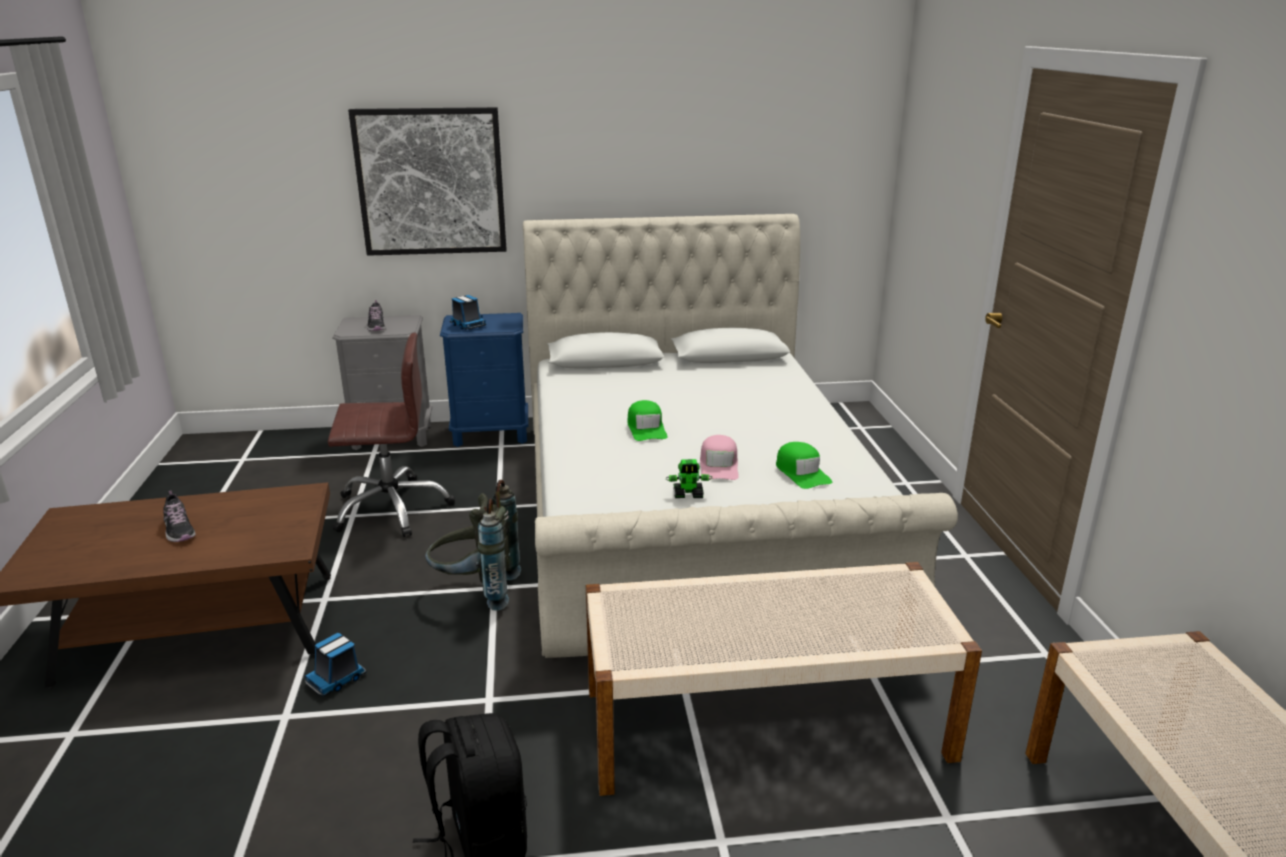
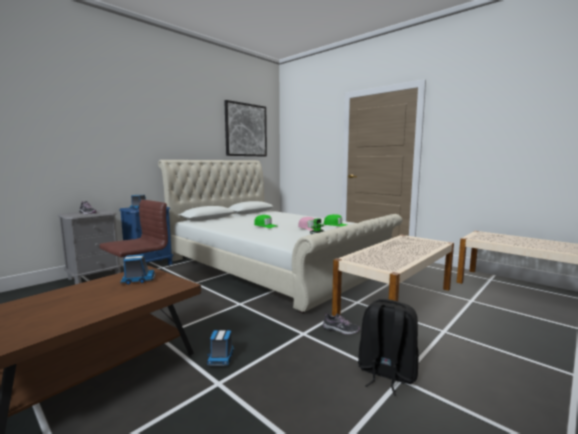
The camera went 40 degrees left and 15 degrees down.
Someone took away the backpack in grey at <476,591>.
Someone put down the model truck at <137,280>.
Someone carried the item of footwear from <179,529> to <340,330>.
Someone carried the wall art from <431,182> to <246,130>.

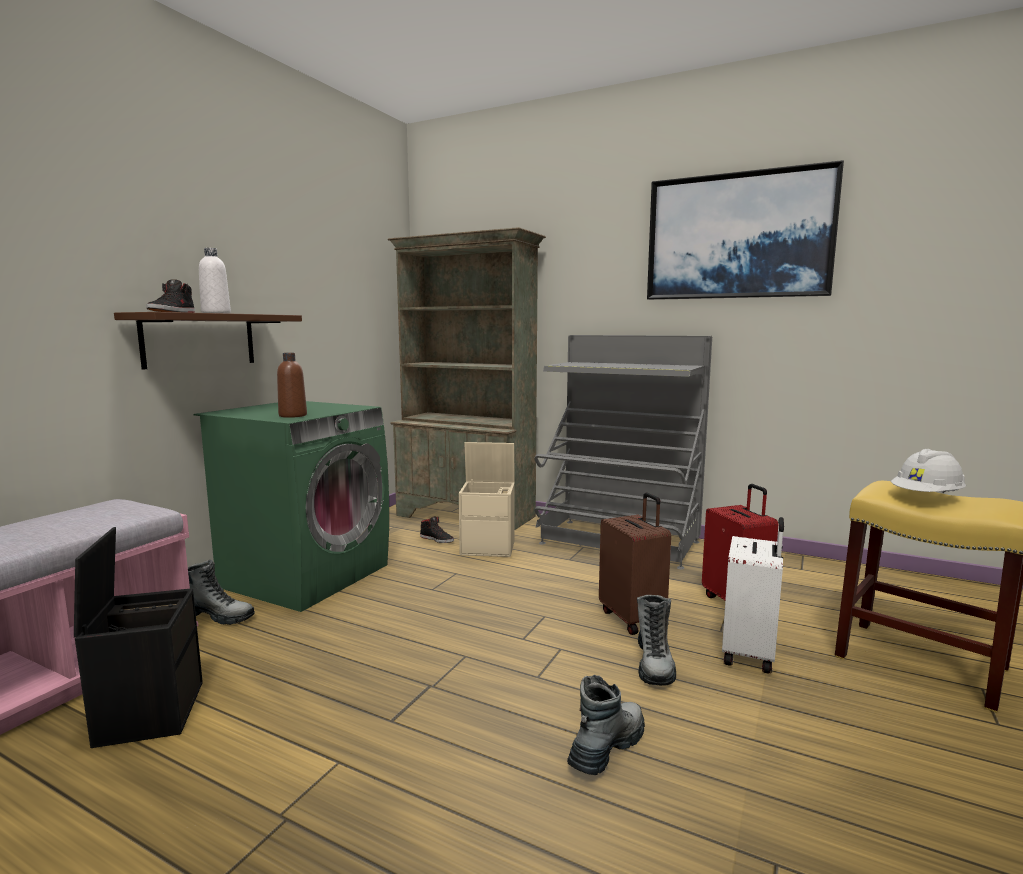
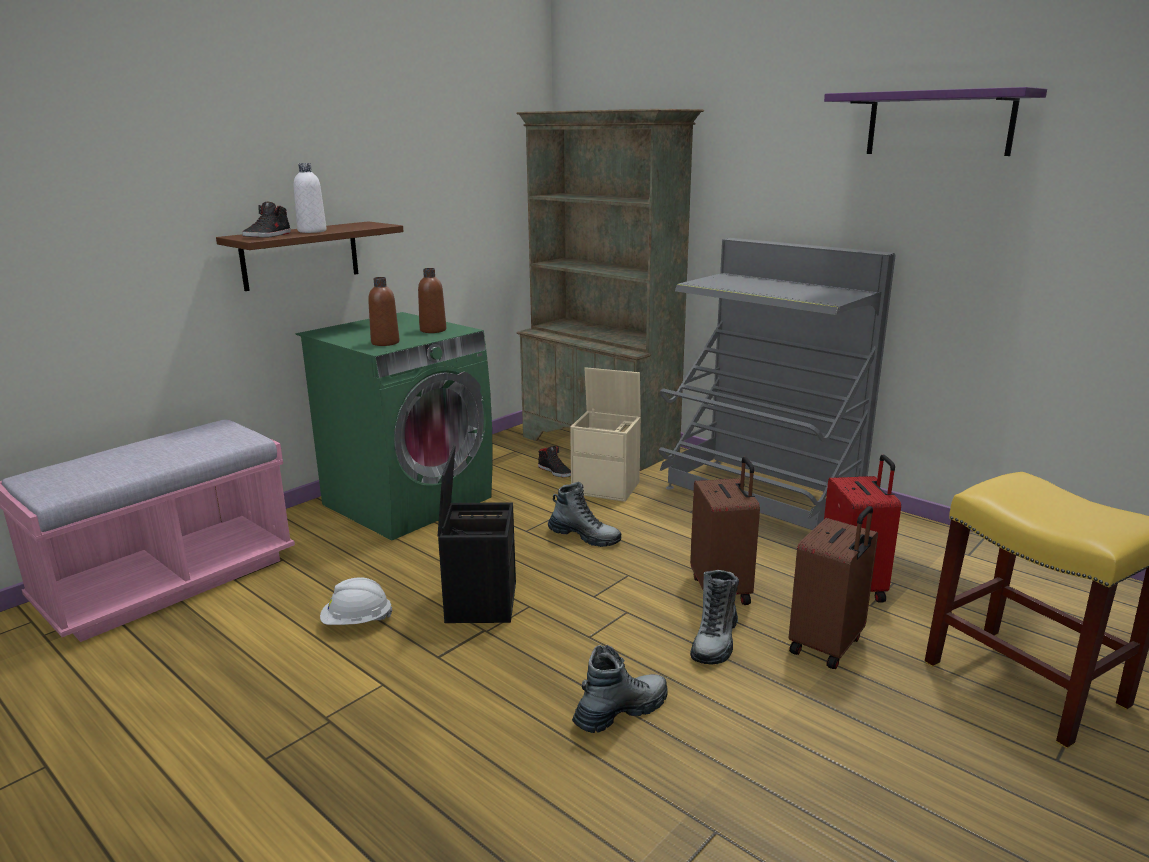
The camera went 15 degrees right and 10 degrees up.
Someone put down the drink bottle in brown-coloured at <433,330>.
Someone carried the storage bin in black from <149,711> to <480,601>.
Someone carried the boot from <217,616> to <584,537>.
Someone carried the hard hat in whitish from <926,497> to <357,622>.
Someone swapped the wall art at <738,237> for the wall shelf in purple-coloured at <939,123>.
Someone repainted the suitcase in whitish at <750,654>, which became the suitcase in brown-coloured at <828,646>.

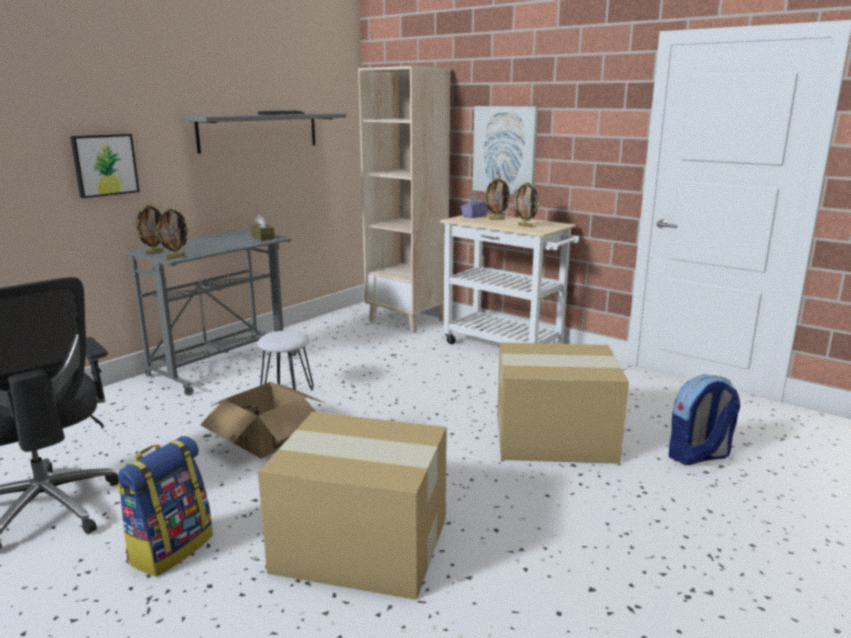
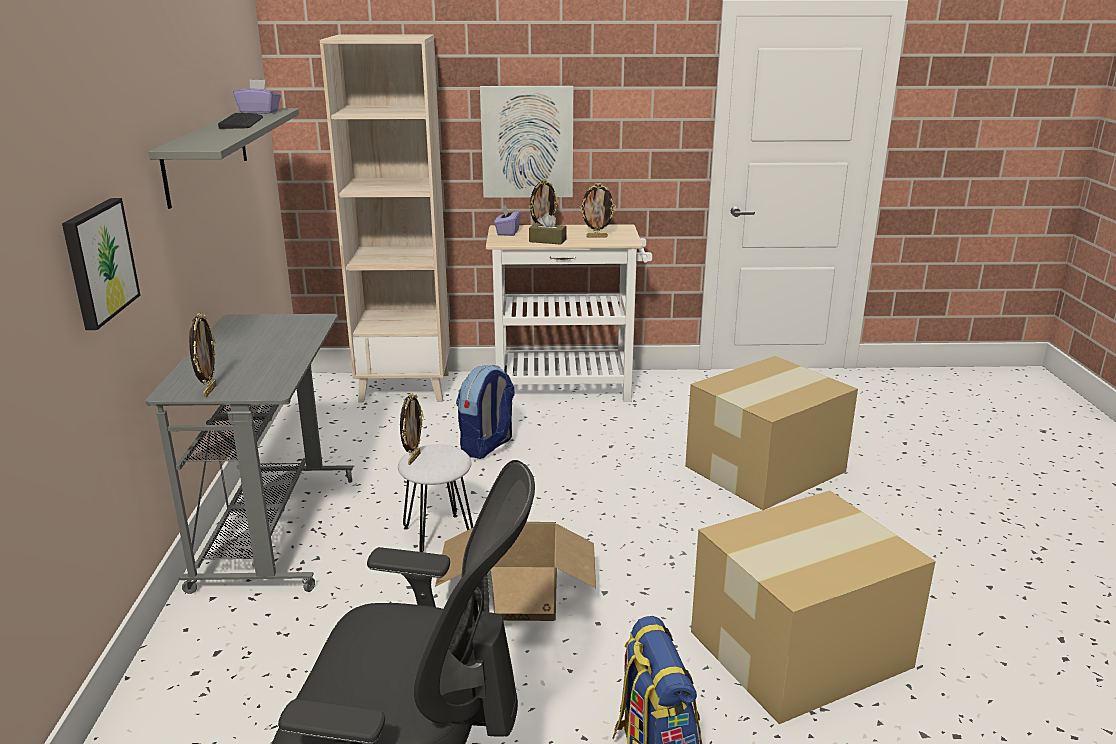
The camera went 40 degrees left and 5 degrees up.
Someone put down the box of tissues in purple-coloured at <259,112>.
Someone carried the photo frame from <175,257> to <413,458>.
Someone carried the box of tissues in brown-coloured from <262,237> to <547,241>.
Someone carried the backpack from <698,456> to <487,447>.

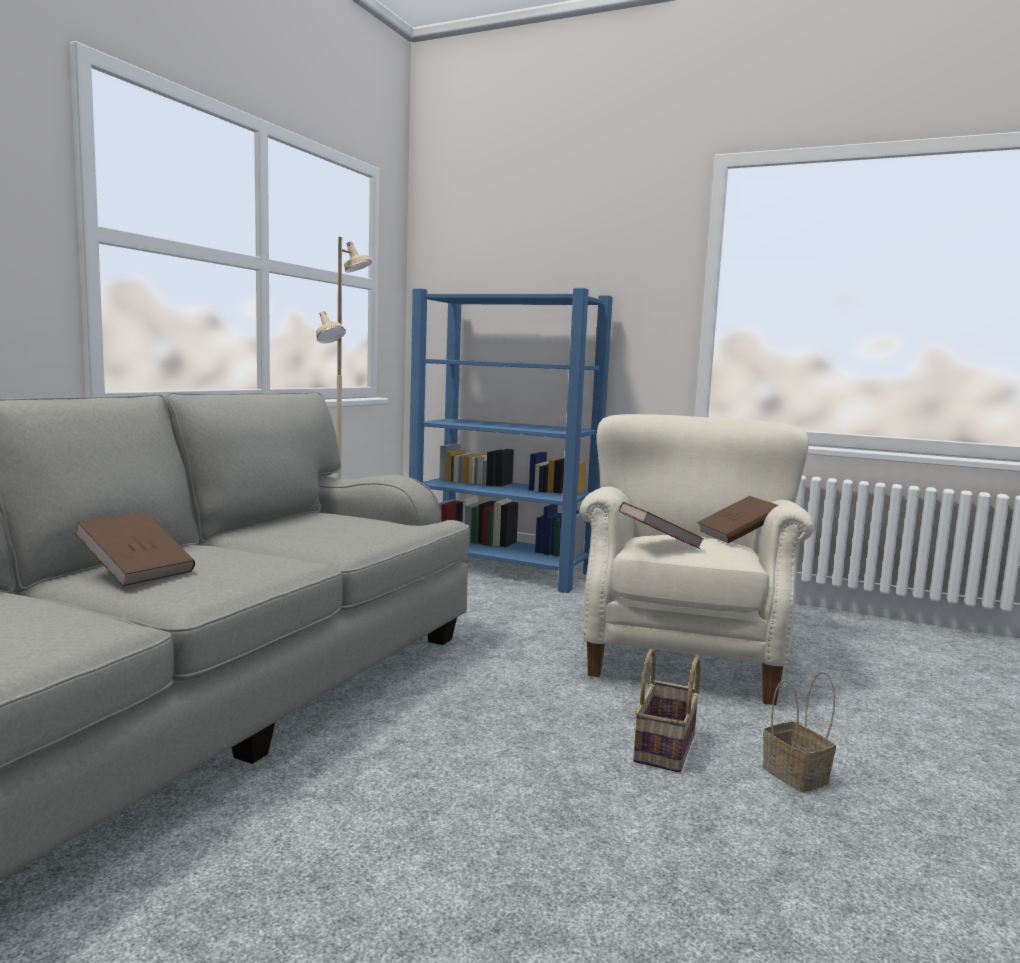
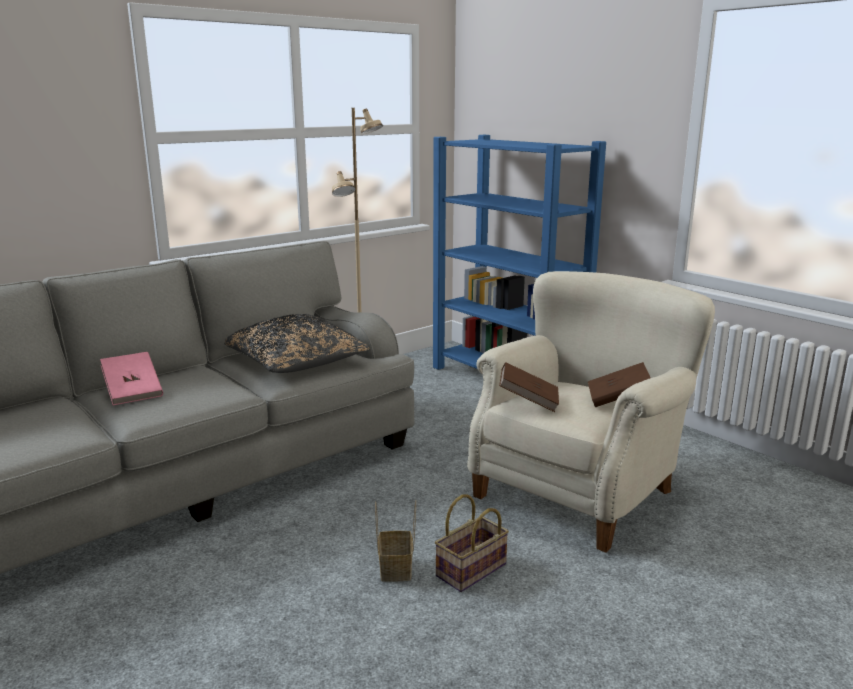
The camera went 25 degrees right and 10 degrees up.
Someone put down the throw pillow in grey at <296,361>.
Someone carried the household basket from <797,775> to <396,569>.
Someone repainted the book in brown-coloured at <137,571>, which became the book in pinkish at <133,392>.

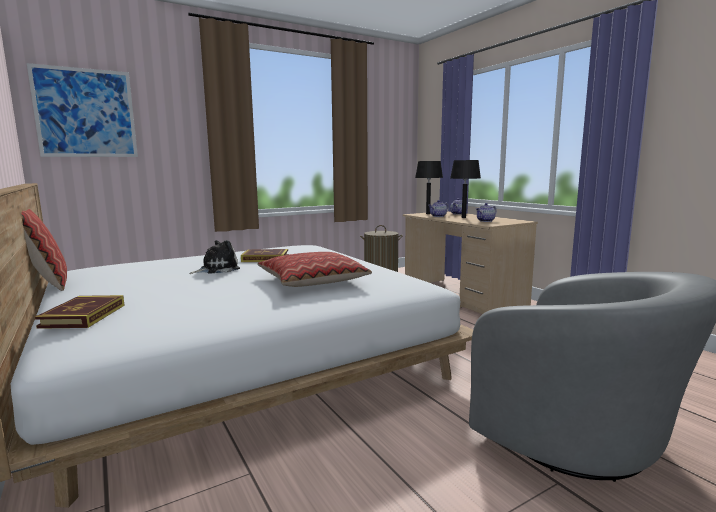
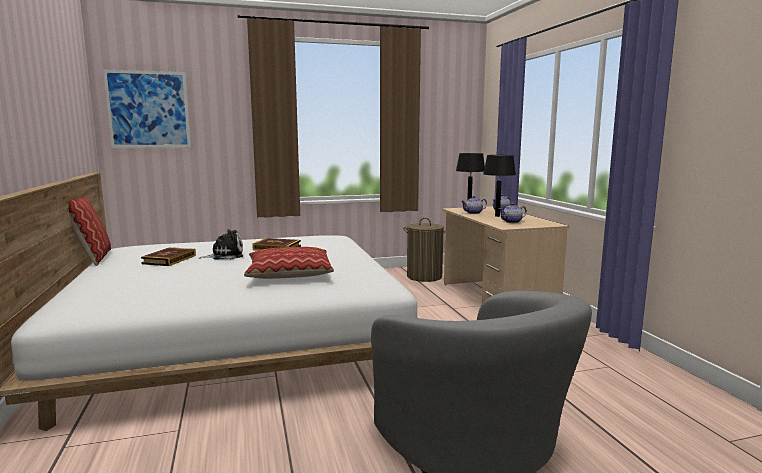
The camera went 15 degrees right and 0 degrees up.
Someone carried the book from <83,316> to <169,259>.

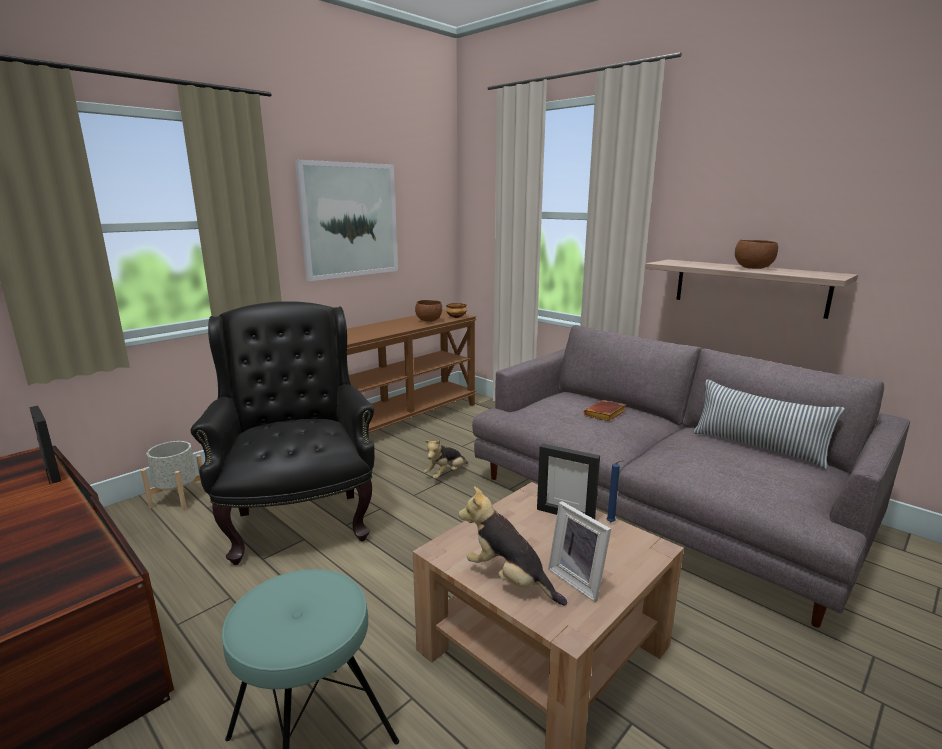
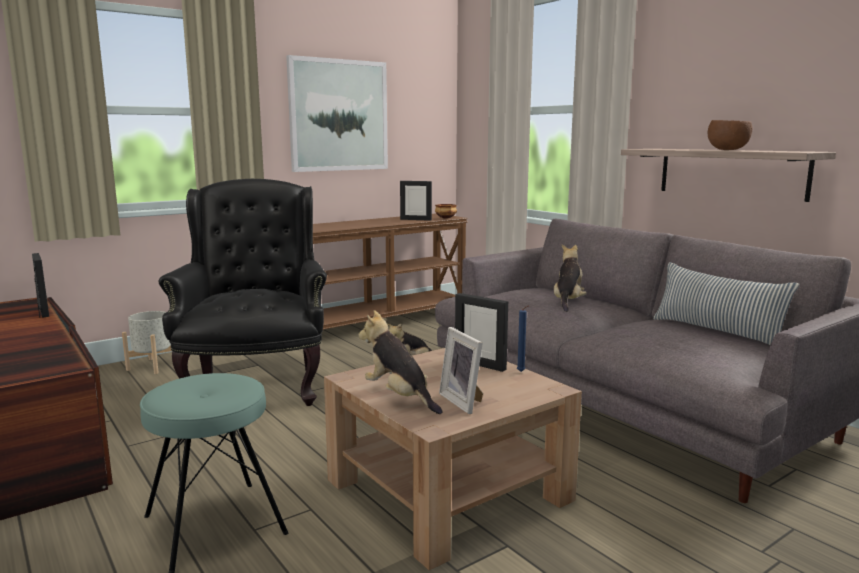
The camera went 10 degrees right and 5 degrees down.
Someone swapped the serving bowl in brown-coloured at <429,321> for the photo frame at <416,219>.
Someone swapped the book in brown-coloured at <605,415> for the plush toy at <568,302>.

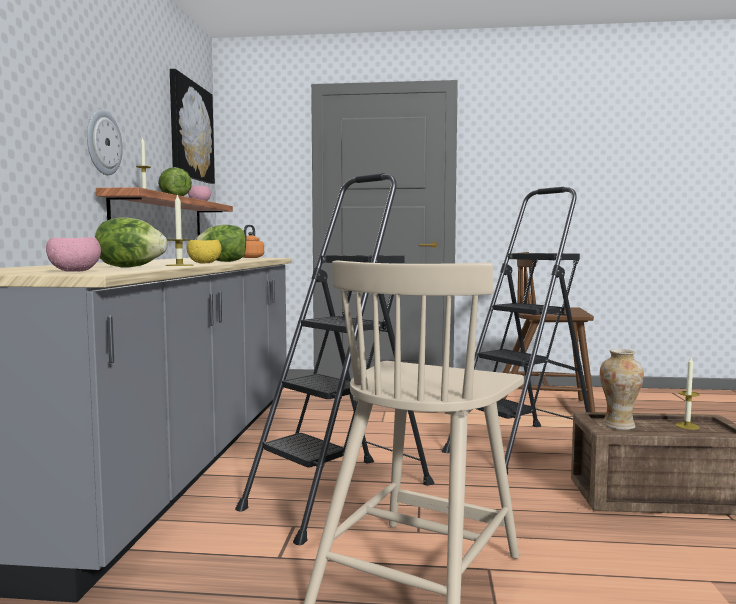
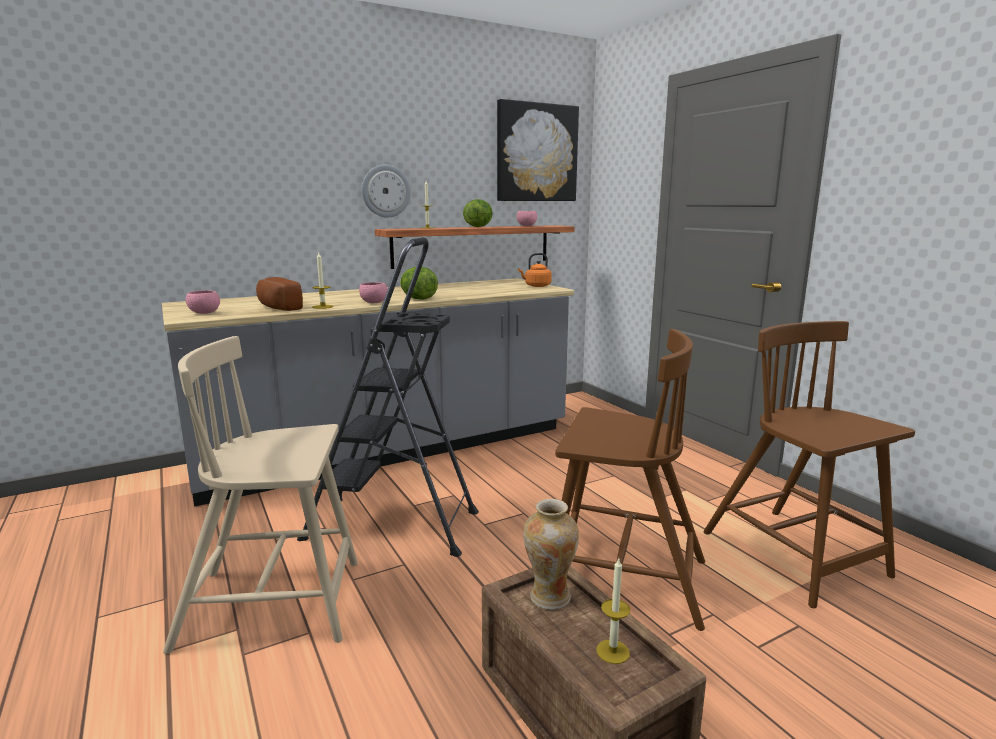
The camera went 55 degrees right and 10 degrees up.
Someone swapped the head of lettuce at <130,267> for the bread at <277,307>.
Someone swapped the stepladder at <523,447> for the chair in brown-coloured at <623,578>.
Someone repainted the serving bowl in yellow-coloured at <204,263>, which became the serving bowl in pinkish at <374,302>.

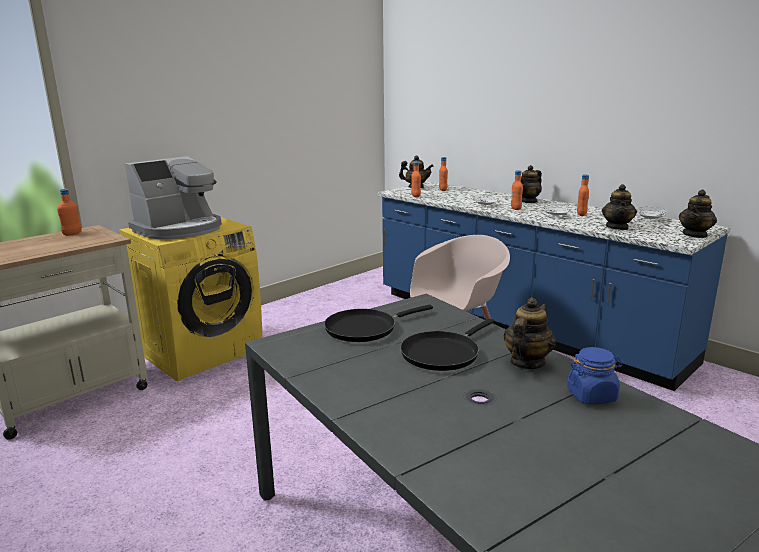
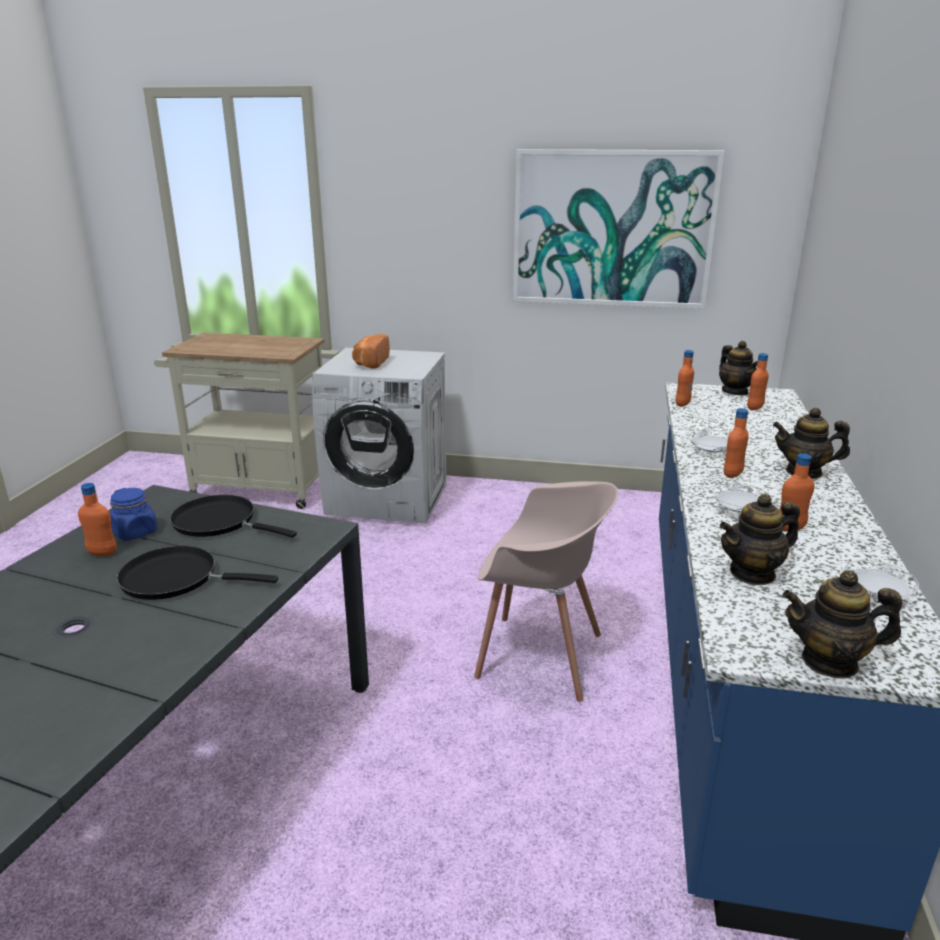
The camera went 55 degrees right and 5 degrees up.
Someone took away the teapot at <526,362>.
Someone put up the wall art at <612,229>.
Someone carried the drink bottle in orange from <72,234> to <102,553>.
Someone carried the preserve jar in blue-coloured from <592,395> to <135,532>.
Someone swapped the coffee machine at <179,229> for the bread at <370,363>.
Someone repainted the laundry machine in yellow-coloured at <202,354>, which became the laundry machine in whitish at <388,502>.

